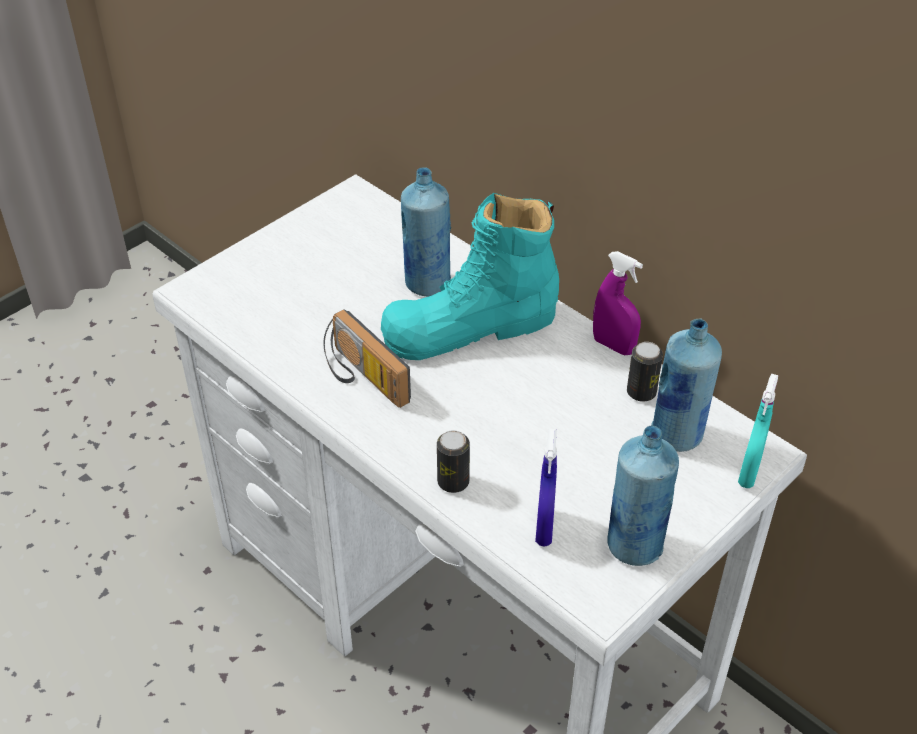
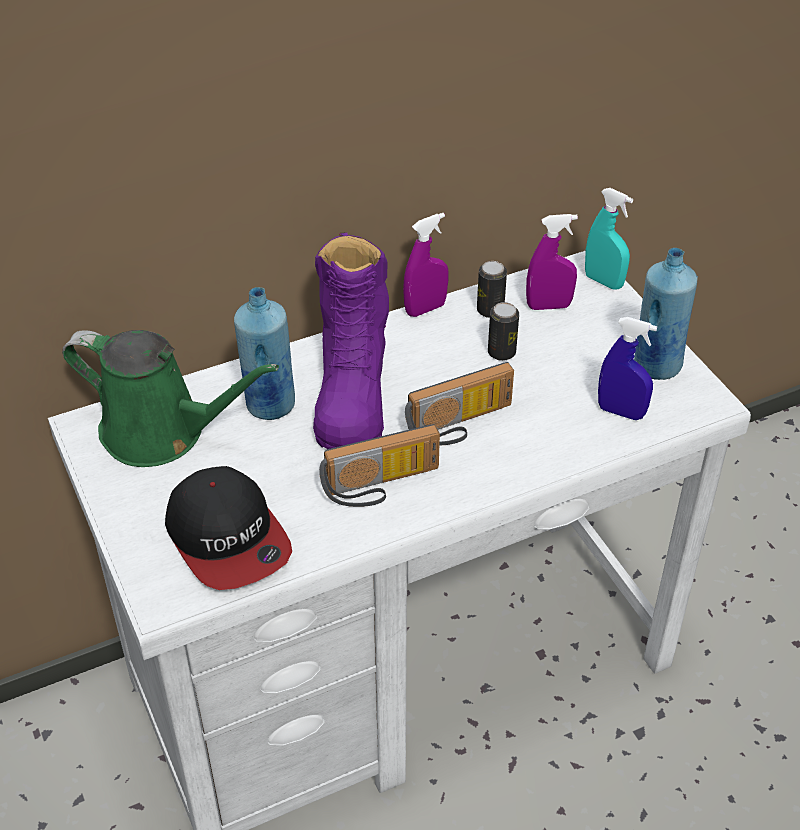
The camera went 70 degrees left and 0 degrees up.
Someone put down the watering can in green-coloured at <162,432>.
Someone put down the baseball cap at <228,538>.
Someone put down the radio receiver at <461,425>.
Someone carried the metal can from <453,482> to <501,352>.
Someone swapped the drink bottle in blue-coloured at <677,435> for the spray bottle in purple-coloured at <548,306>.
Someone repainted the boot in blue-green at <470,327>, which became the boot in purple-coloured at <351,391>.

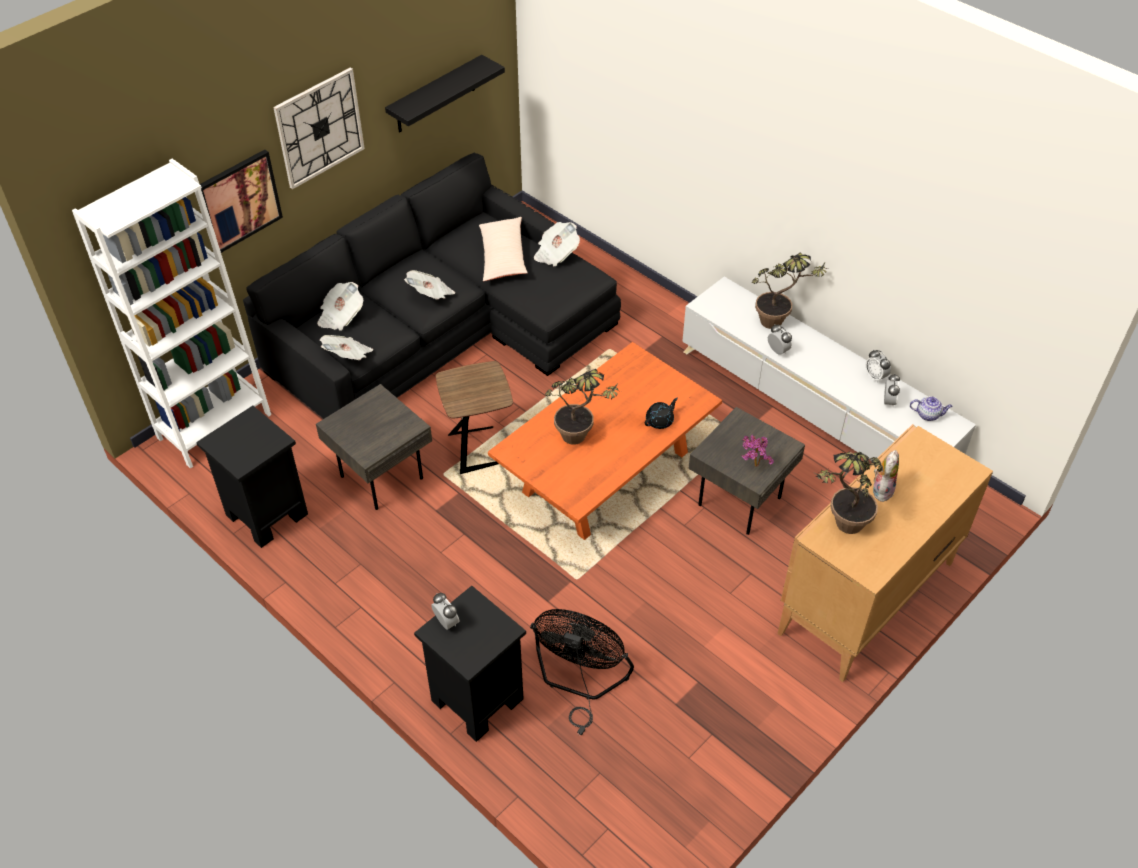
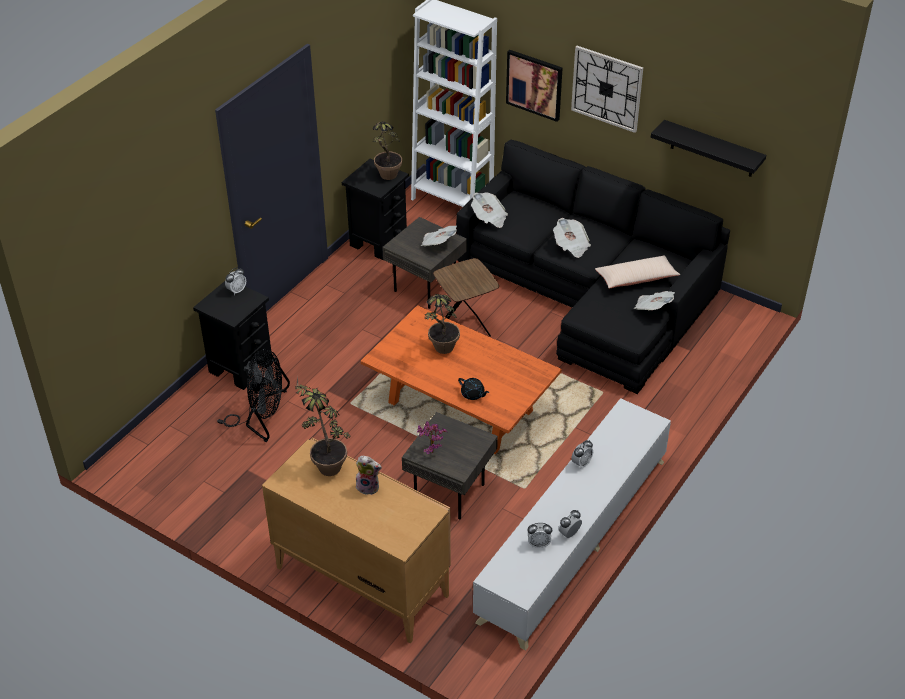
The camera went 80 degrees right and 5 degrees down.
Someone took away the teapot at <928,415>.
Someone carried the printed paper from <340,316> to <438,243>.
Someone carried the potted plant from <779,324> to <386,178>.

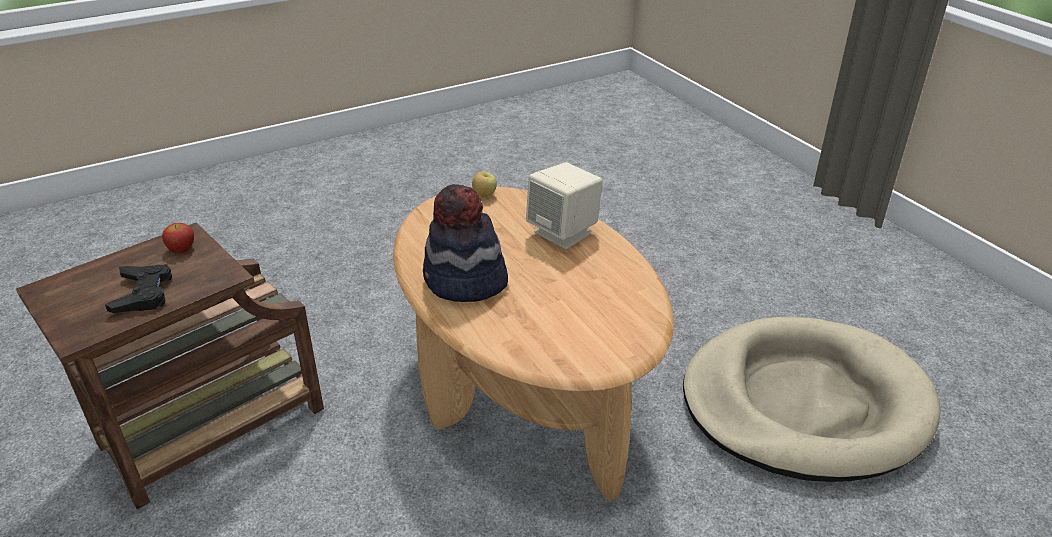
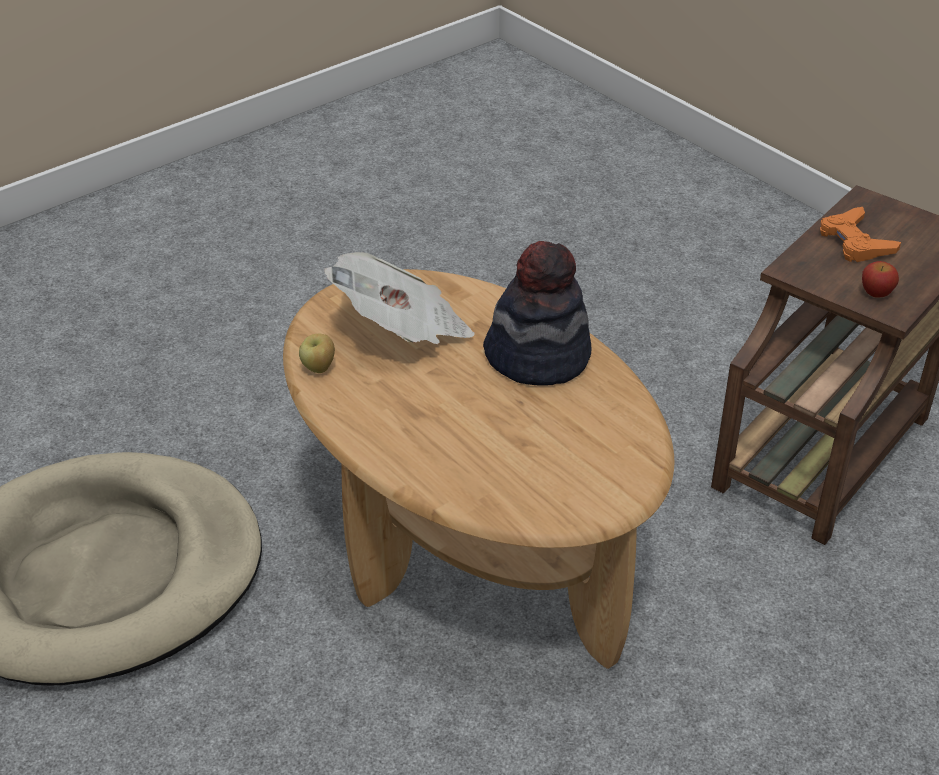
The camera went 170 degrees right and 5 degrees up.
Someone took away the speaker in beige-coloured at <563,233>.
Someone put down the printed paper at <403,330>.
Someone carried the apple fruit from <484,195> to <319,368>.
Someone repainted the gamepad in black at <143,293>, which became the gamepad in orange at <855,242>.

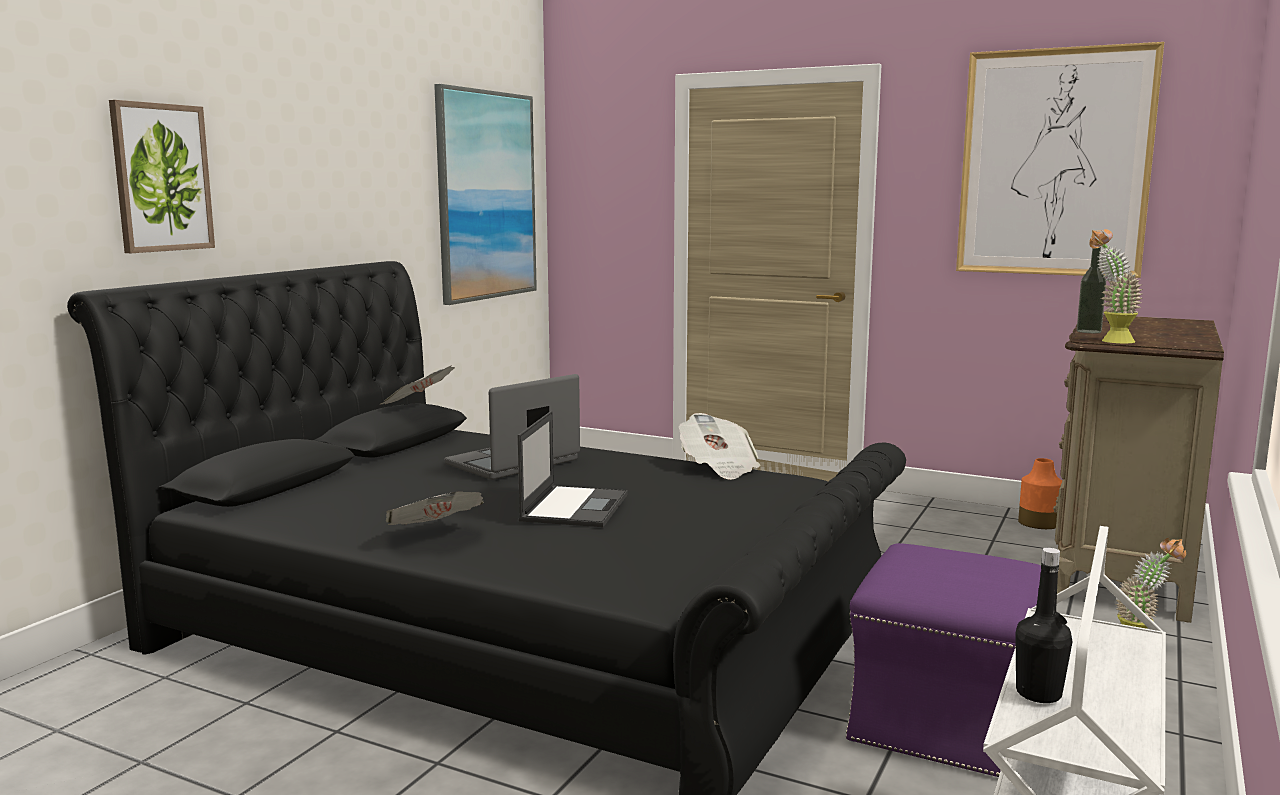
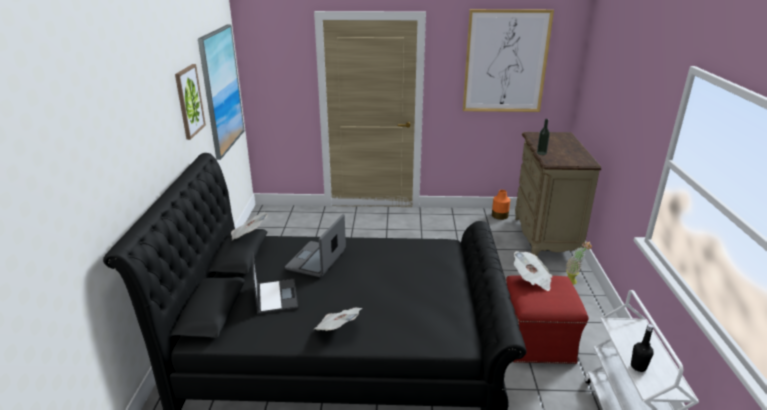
The camera went 25 degrees left and 15 degrees up.
Someone took away the potted plant at <1109,341>.
Someone carried the wall art from <161,178> to <189,101>.
Someone carried the laptop from <575,507> to <276,296>.
Someone carried the printed paper from <718,468> to <532,280>.
Someone repainted the pouffe in purple-coloured at <944,722>, which became the pouffe in red at <537,341>.

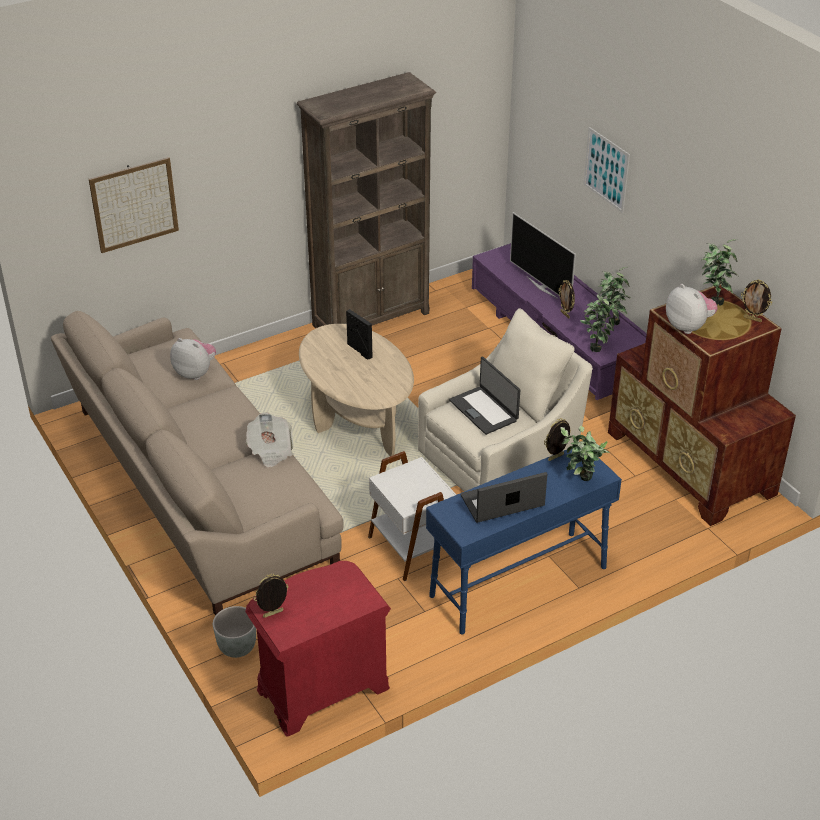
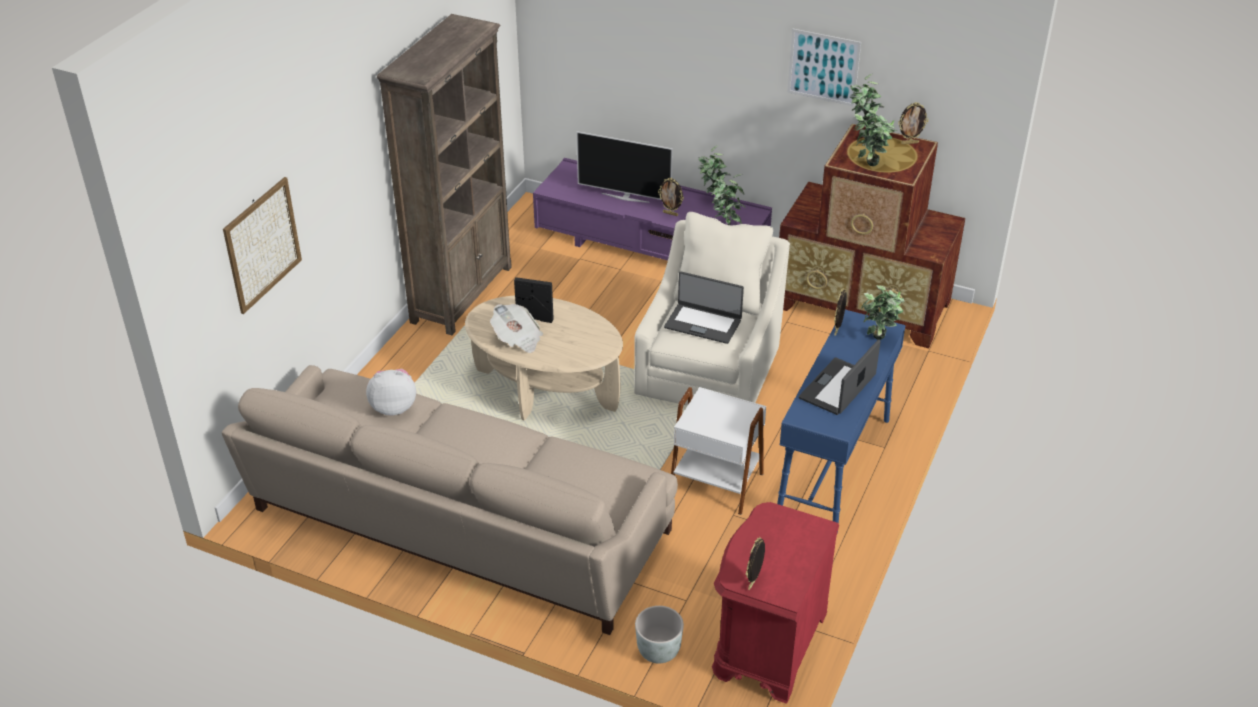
The camera went 35 degrees left and 0 degrees up.
Someone carried the printed paper from <270,450> to <517,339>.
Someone carried the wall art from <606,169> to <823,67>.
Someone swapped the plush toy at <688,326> for the potted plant at <870,168>.

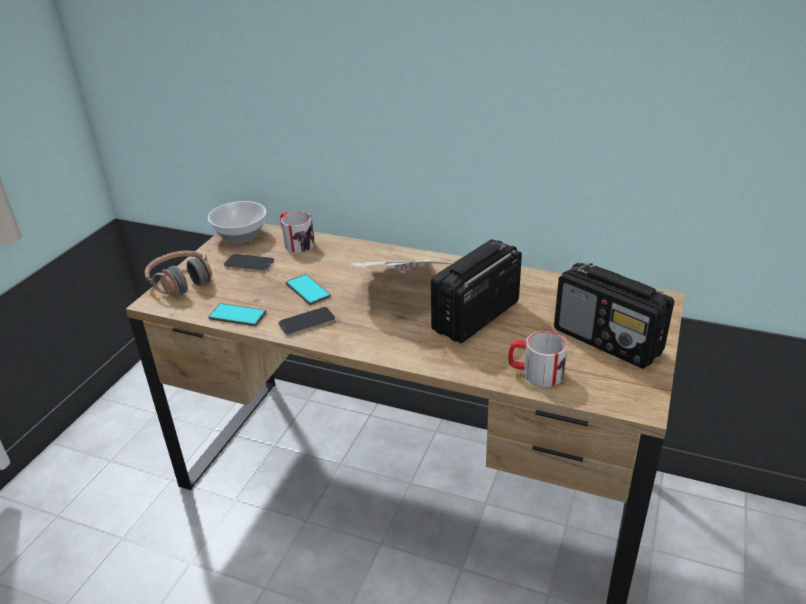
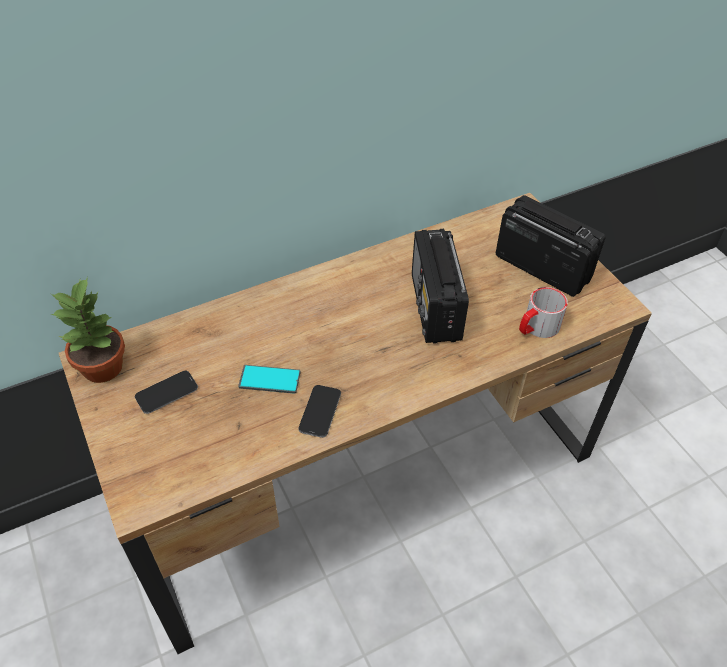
The camera went 50 degrees left and 15 degrees up.
Someone took away the headset at <181,282>.
Someone took away the handset at <237,315>.
Someone took away the coffee mug at <296,242>.
Someone took away the printed paper at <405,287>.
Someone swapped the serving bowl at <241,235> for the potted plant at <104,367>.
Someone rotated the radio receiver at <608,341> by 135 degrees counterclockwise.

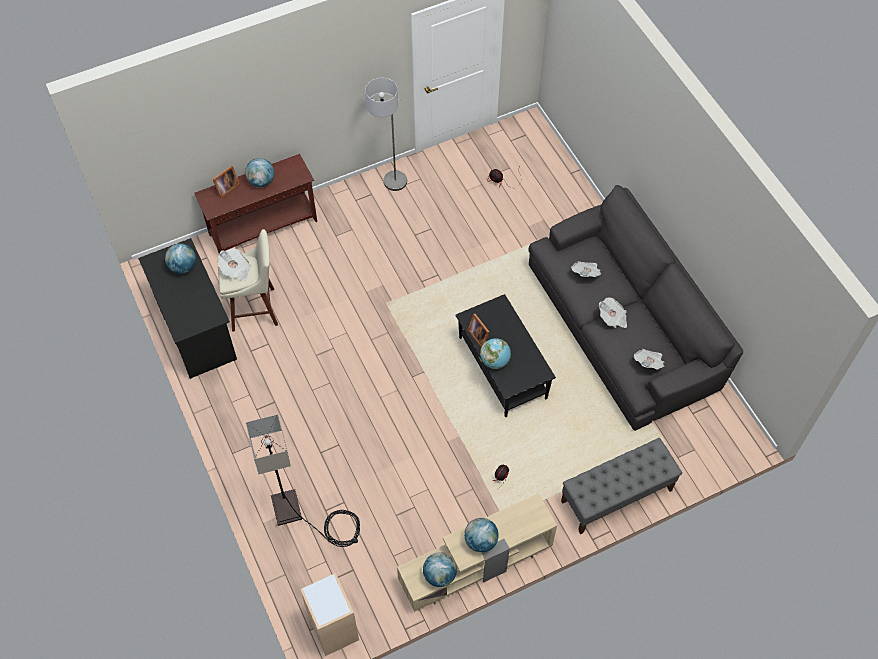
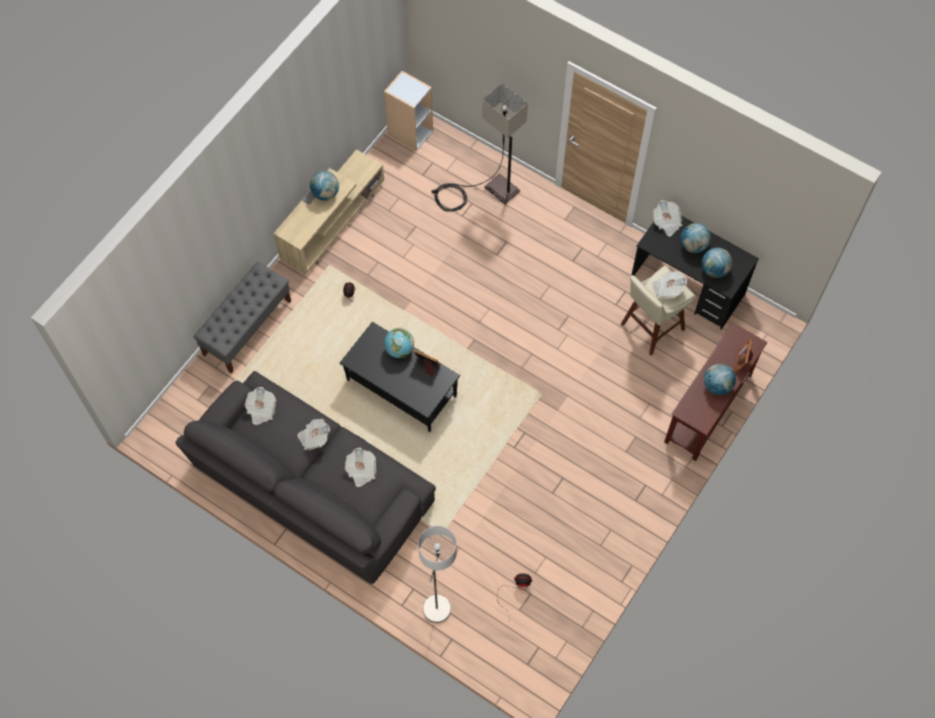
The camera went 150 degrees right and 5 degrees up.
Someone put down the printed paper at <666,222>.
Someone carried the standard lamp in grey from <390,185> to <439,601>.
Someone carried the desk globe from <439,575> to <693,245>.

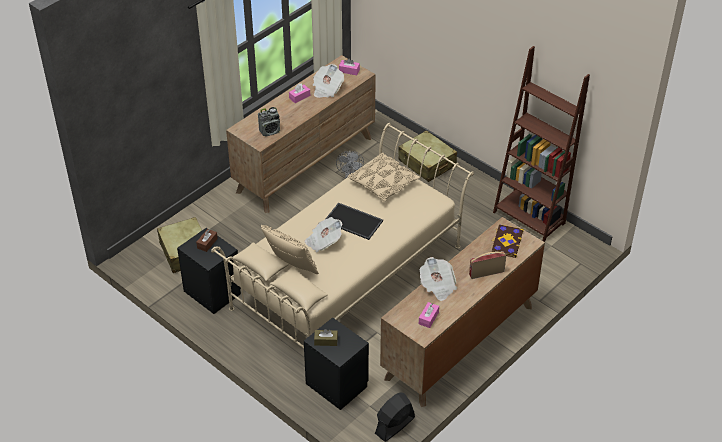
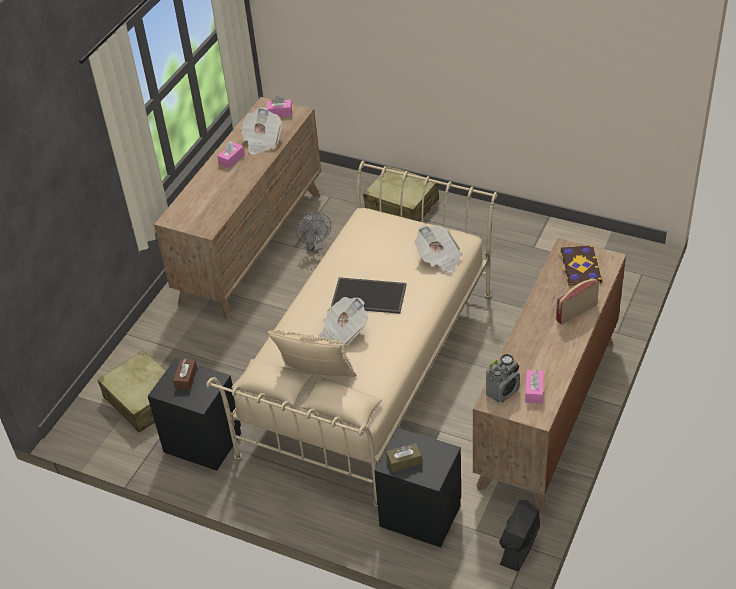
The camera went 15 degrees left and 0 degrees up.
Someone took away the throw pillow in beige-coloured at <383,183>.
Someone took away the bookshelf in brown-coloured at <529,217>.
Someone carried the radio receiver from <270,131> to <503,391>.
Someone carried the printed paper from <437,286> to <439,258>.

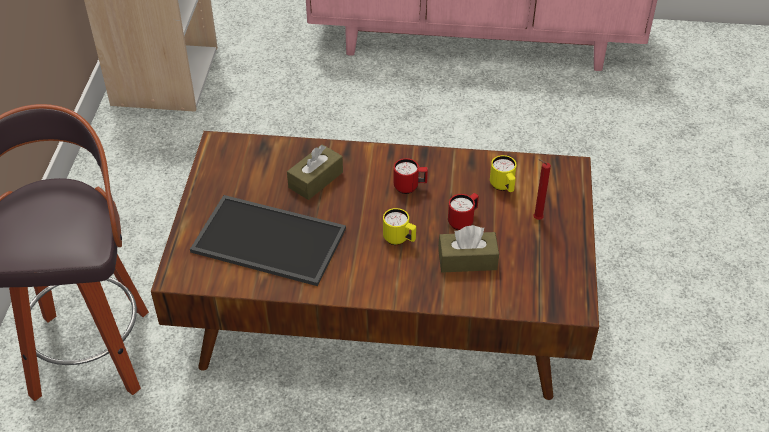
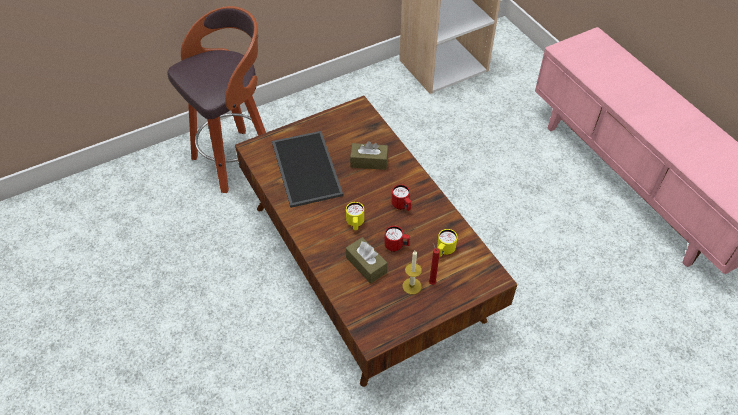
The camera went 55 degrees right and 5 degrees up.
Someone put down the candle at <412,286>.

